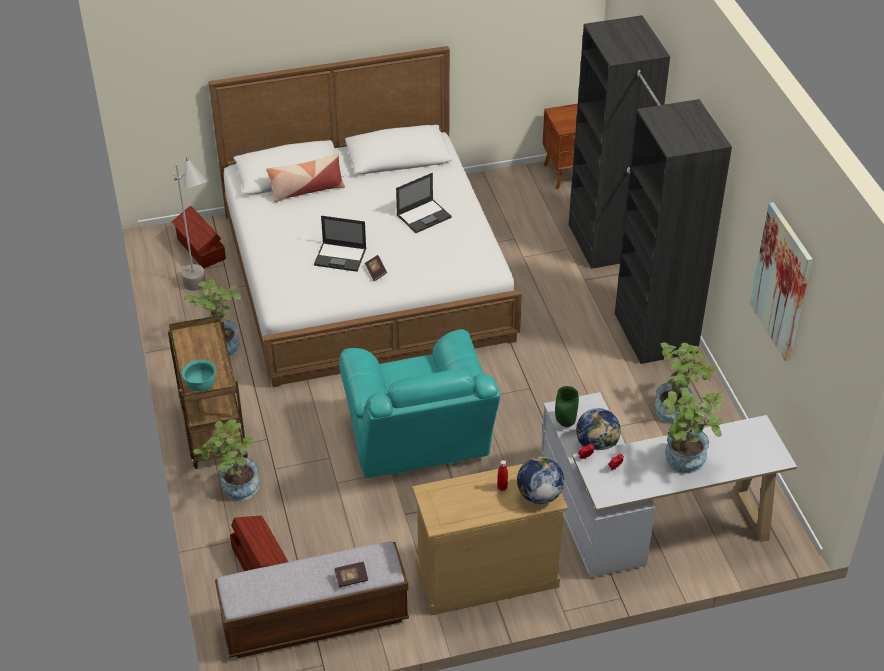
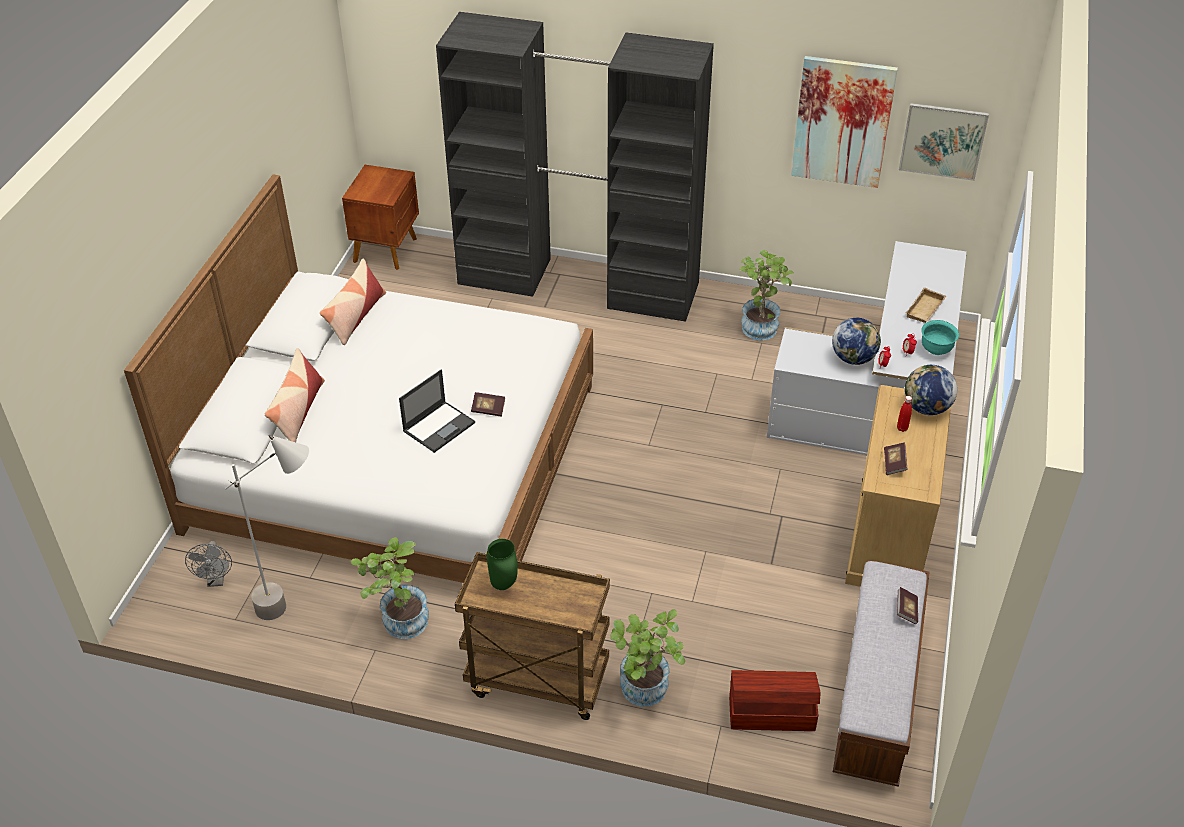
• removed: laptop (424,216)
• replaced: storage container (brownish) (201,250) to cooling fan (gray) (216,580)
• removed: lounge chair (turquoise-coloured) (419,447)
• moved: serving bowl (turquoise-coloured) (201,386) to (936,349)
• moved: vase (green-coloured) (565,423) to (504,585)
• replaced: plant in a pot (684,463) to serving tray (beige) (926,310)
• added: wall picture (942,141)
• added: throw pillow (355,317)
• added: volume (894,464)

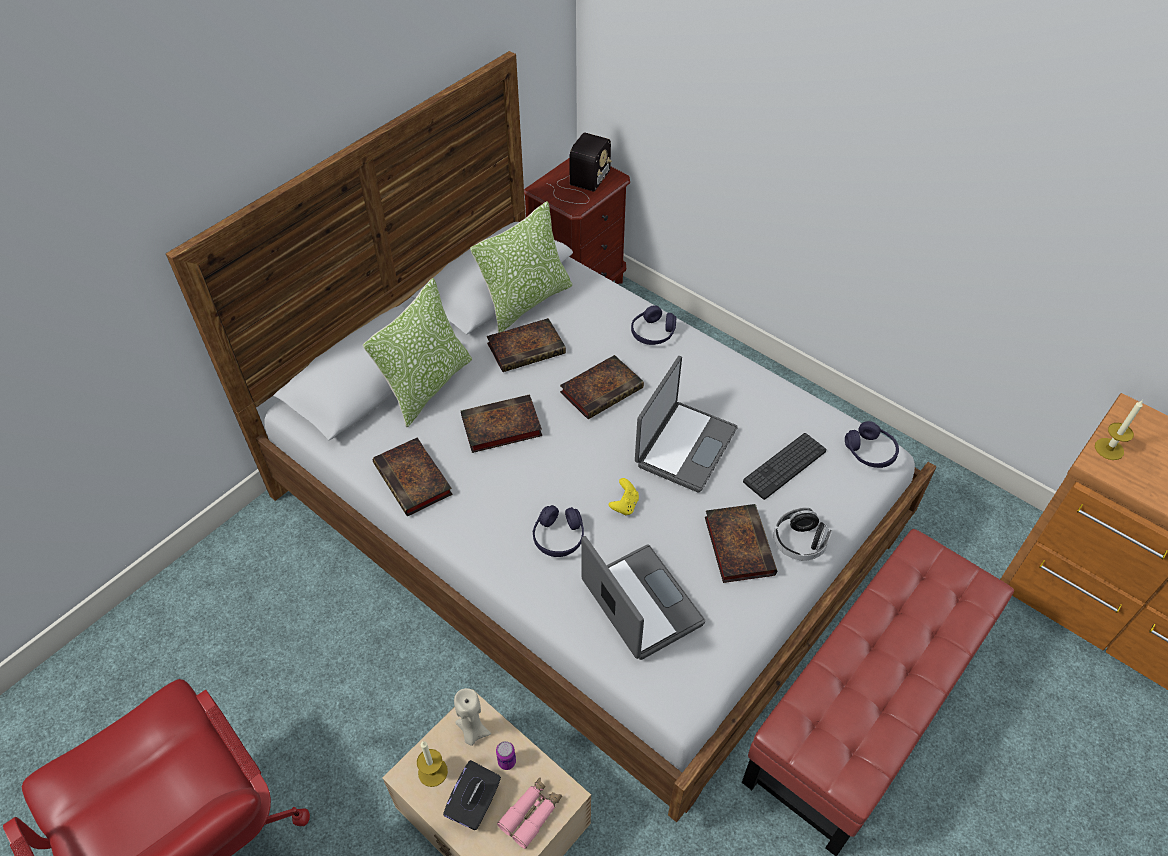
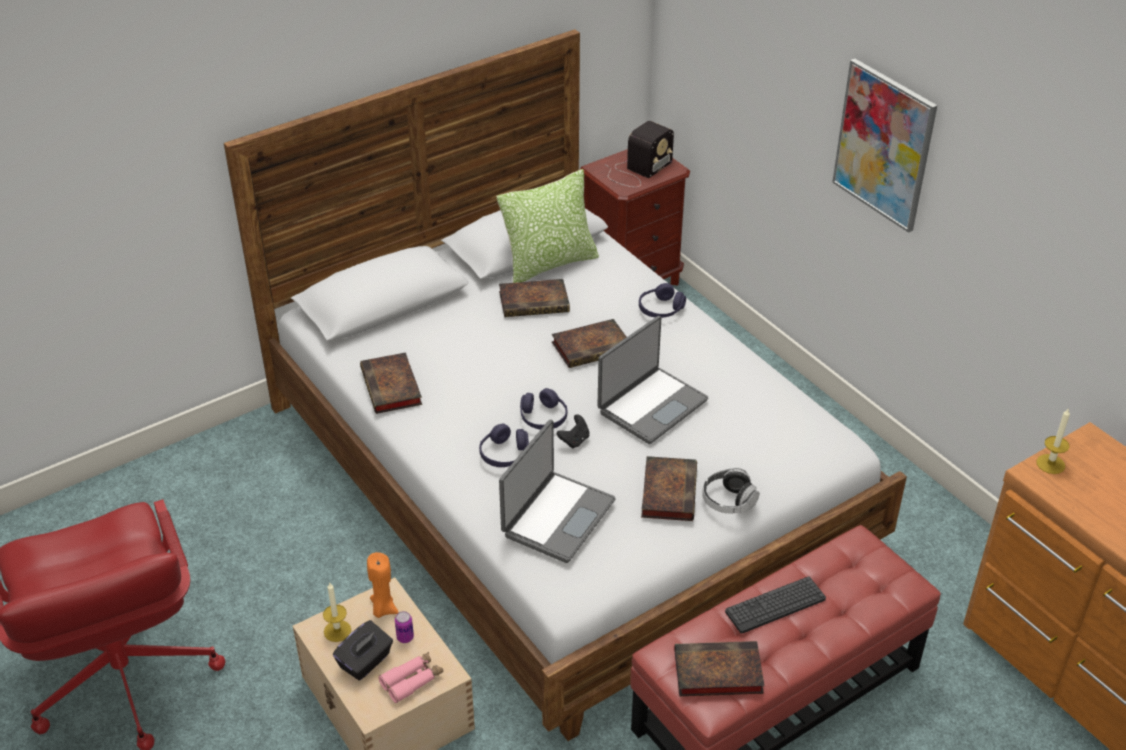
• removed: throw pillow (427,386)
• moved: volume (499,428) to (715,673)
• moved: headphones (purple-coloured) (870,452) to (543,418)
• moved: keyboard (784,466) to (775,605)
• recoloured: game controller (yellow-coloured) (624,505) to game controller (black) (574,440)
• turned: laptop (640,603) = (557,517) 45 degrees clockwise
• recoloured: wax light (beige) (472,732) to wax light (orange-coloured) (383,609)
• added: wall picture (884,145)

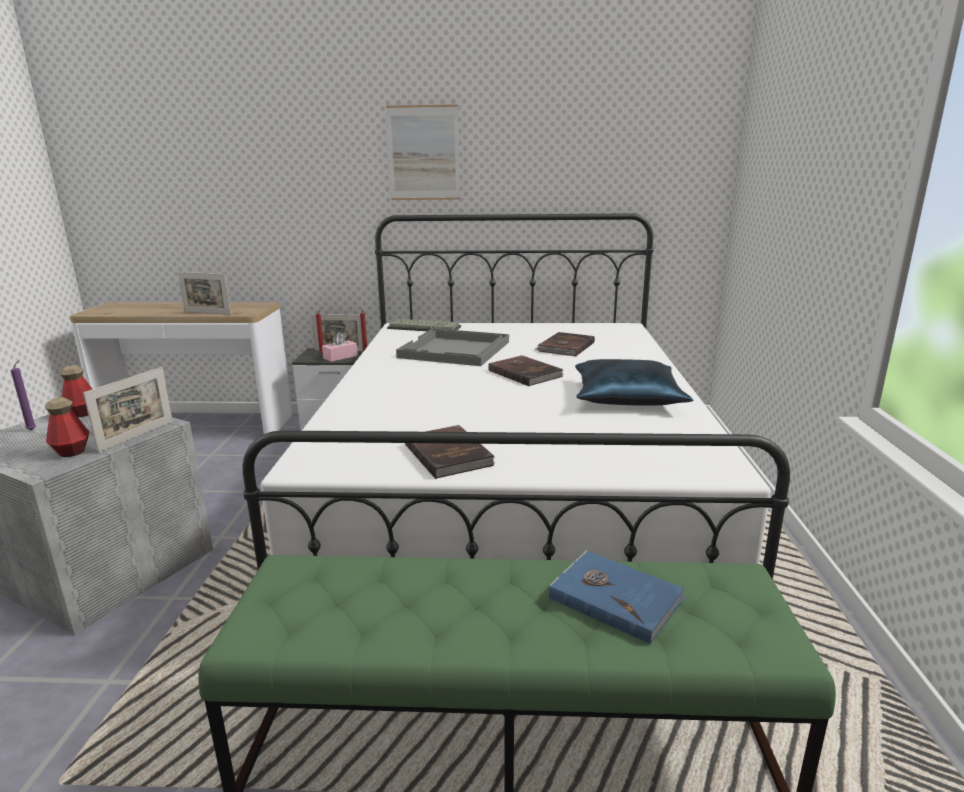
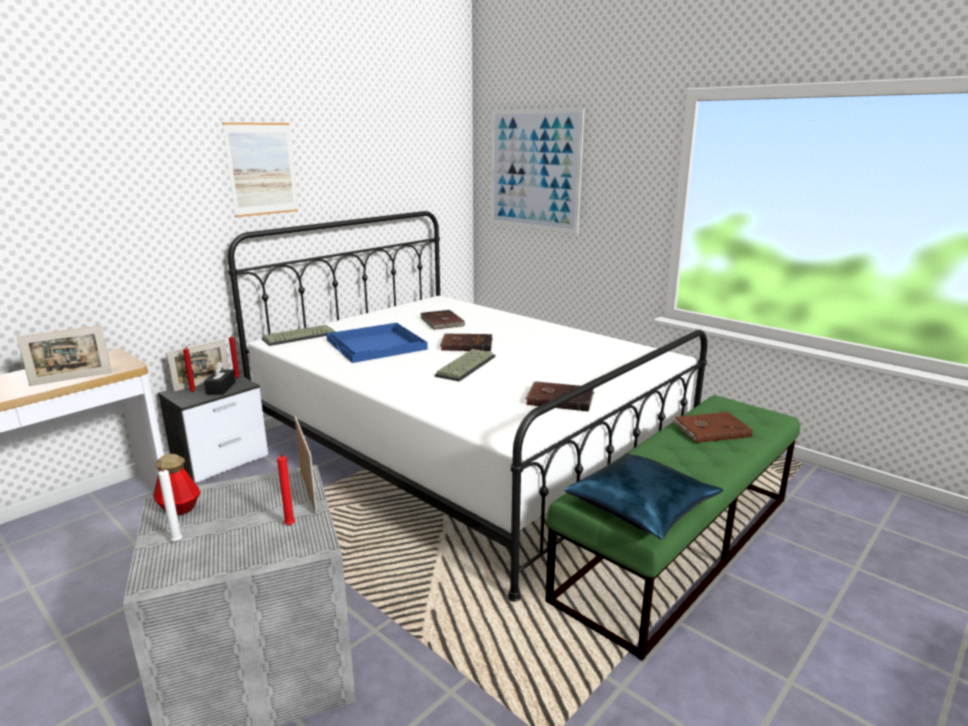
• recoloured: serving tray (gray) (455,350) to serving tray (bluish) (377,345)
• recoloured: tissue box (pinkish) (340,357) to tissue box (black) (221,388)
• moved: throw pillow (bluish) (627,397) to (641,506)
• recoloured: wax light (purple-coloured) (33,429) to wax light (white-coloured) (177,540)
• replaced: bottle (71,451) to wax light (red-coloured) (289,526)
• recoloured: volume (bluish) (615,597) to volume (brownish) (710,429)
• added: wall picture (534,170)
• added: keyboard (465,365)

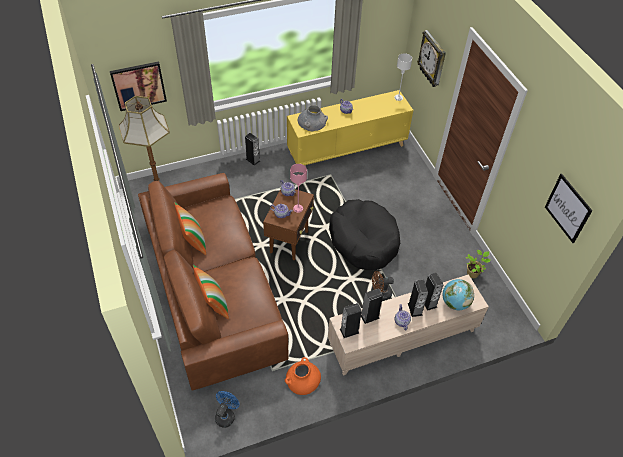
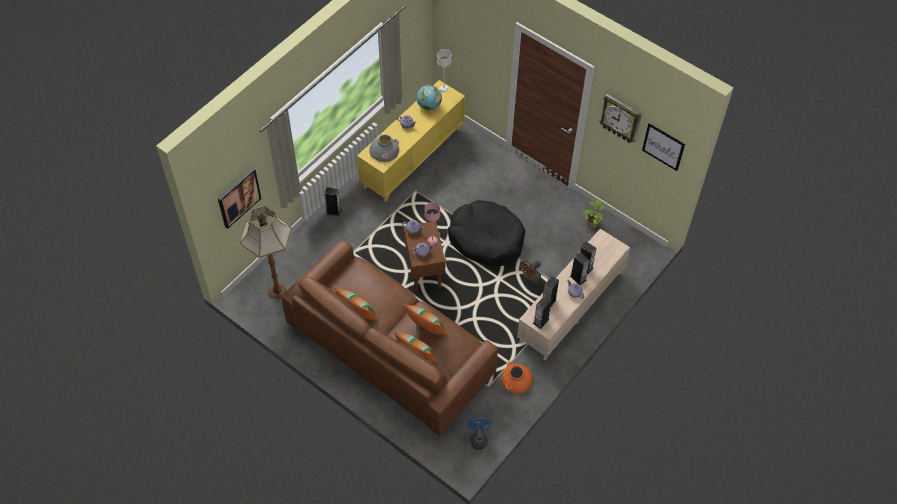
• moved: hanging clock (432,59) to (621,118)
• moved: globe (454,303) to (428,106)
• added: throw pillow (426,329)

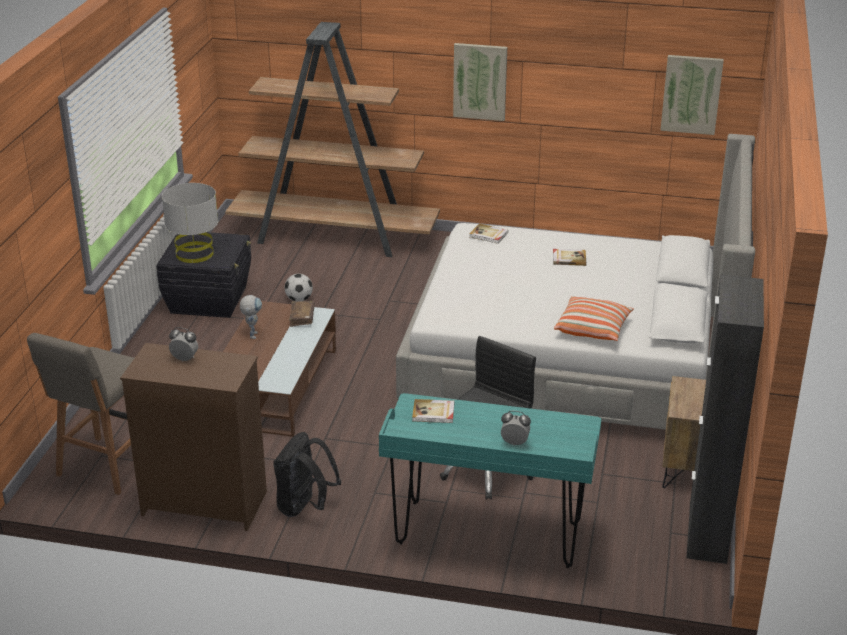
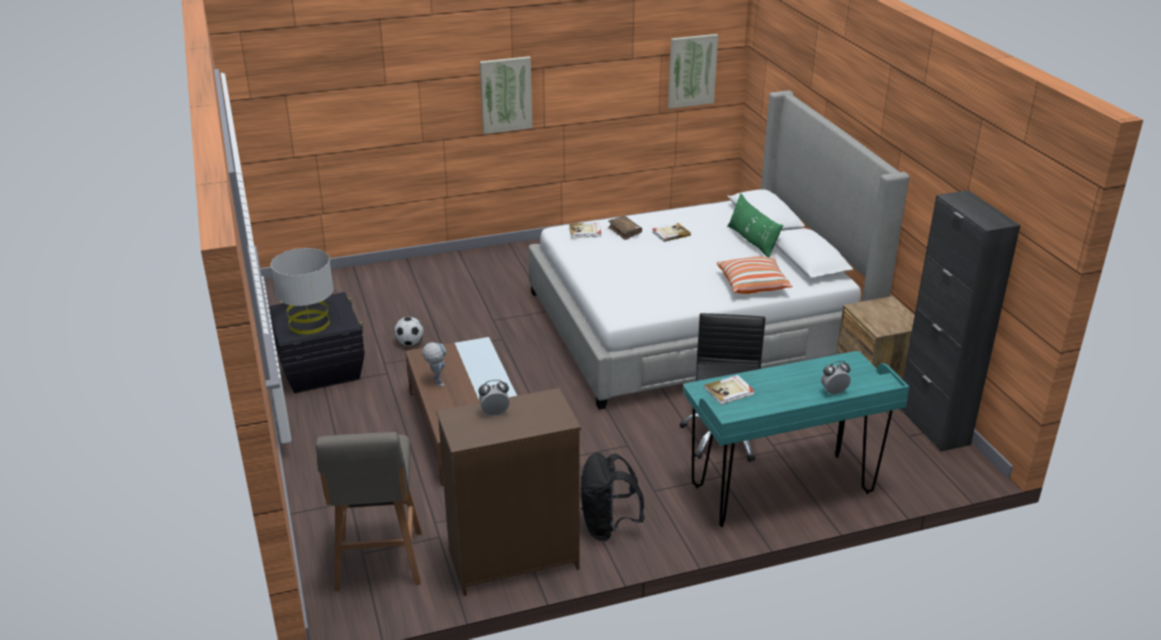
• removed: shelving unit (brownish) (334,236)
• moved: volume (brownish) (302,317) to (624,231)
• added: throw pillow (green-coloured) (752,241)

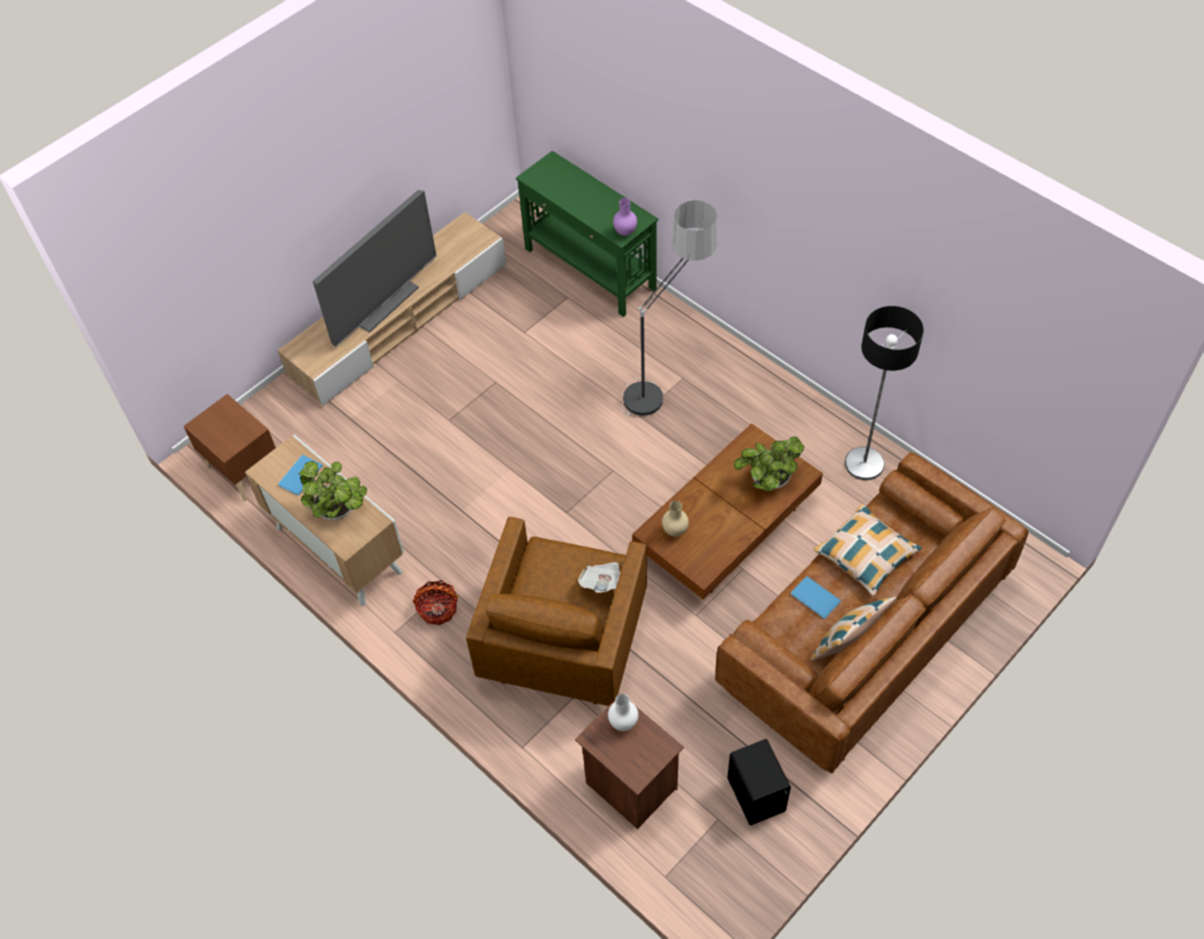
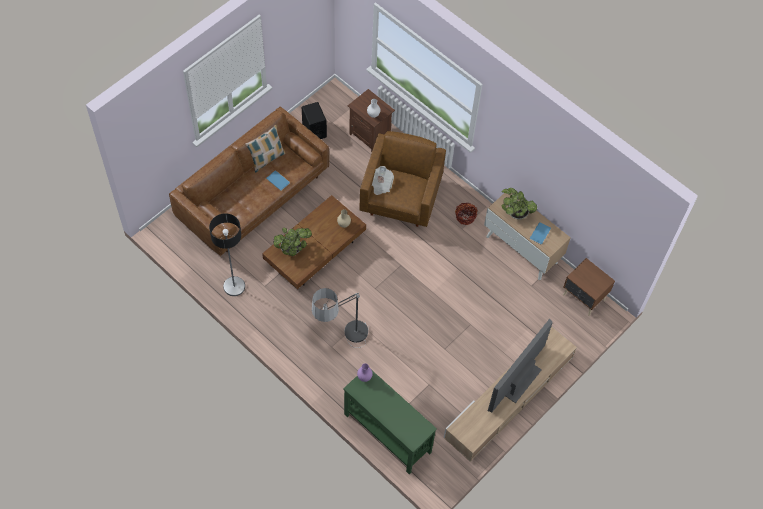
• removed: throw pillow (866,554)

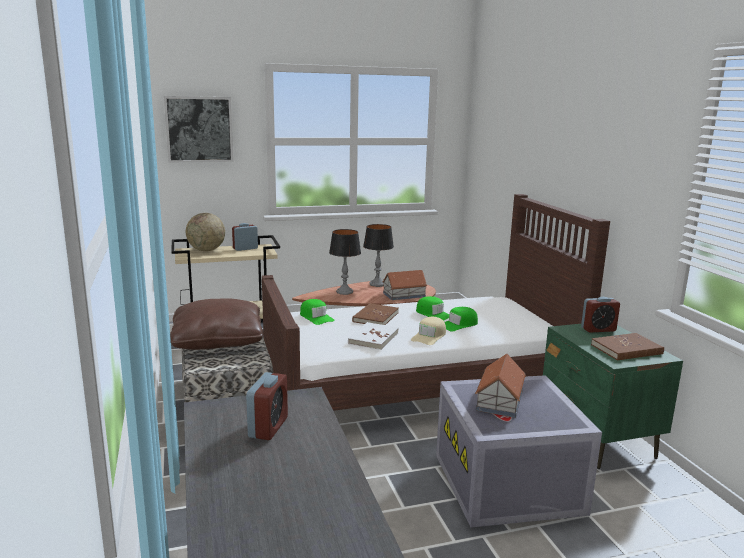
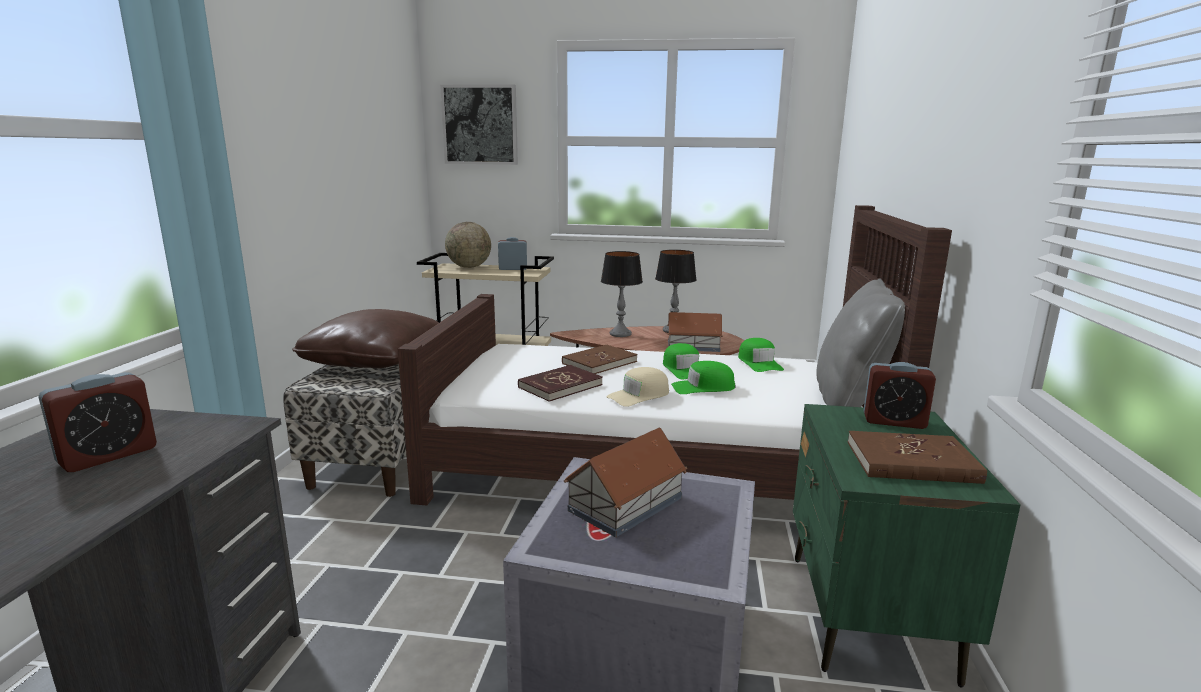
• moved: peaked cap (green-coloured) (316,317) to (759,363)
• recoloured: volume (white-coloured) (373,338) to volume (red-coloured) (560,386)
• added: throw pillow (gray) (851,402)

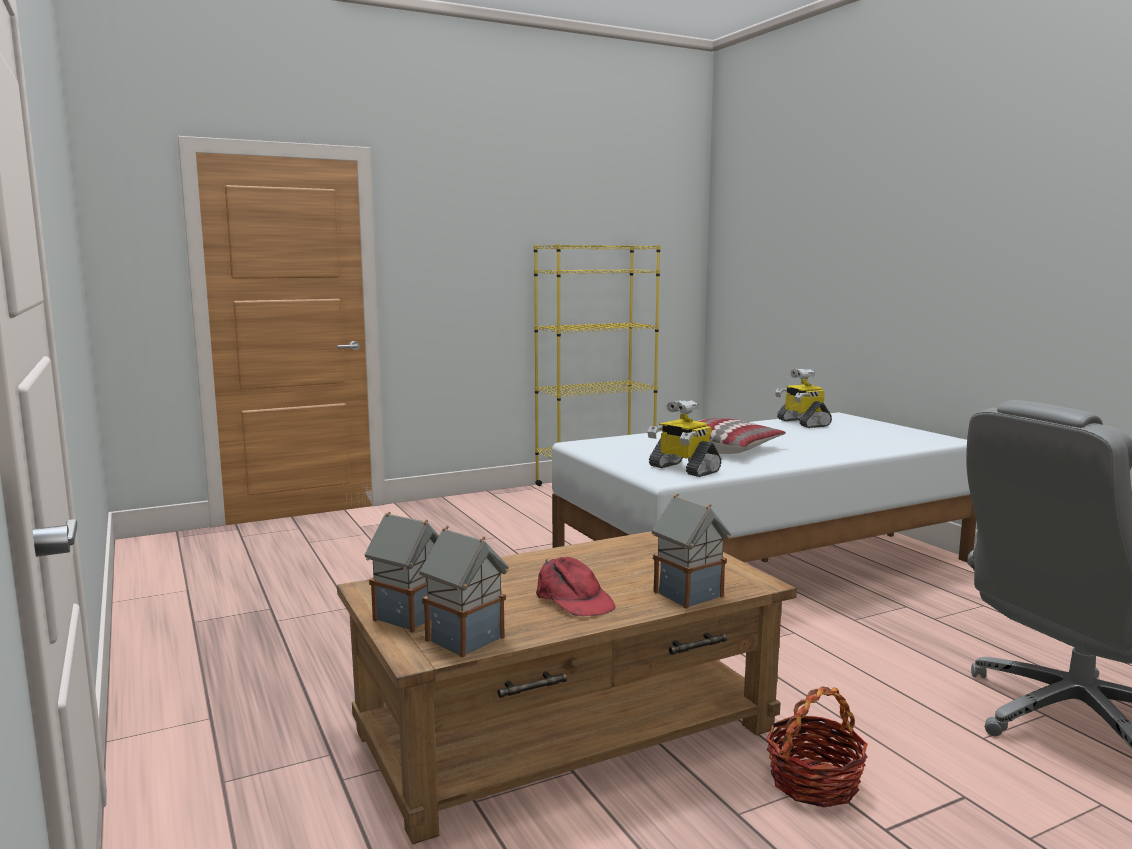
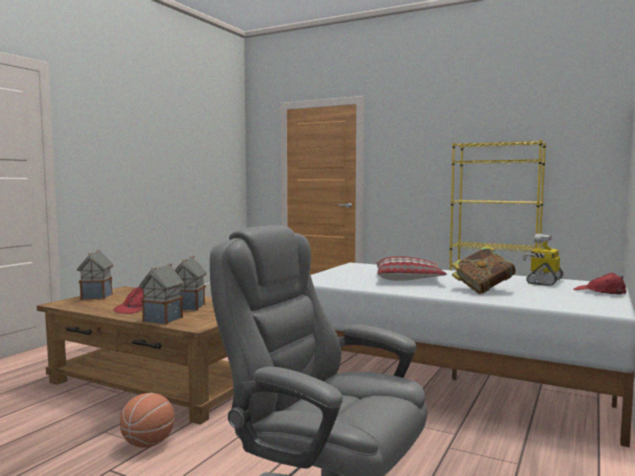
• removed: robot figure (683,469)
• moved: miniature house (466,639) to (189,307)
• replaced: storage basket (814,782) to basketball ball (148,444)
• added: volume (483,290)
• added: peaked cap (red-coloured) (599,291)

